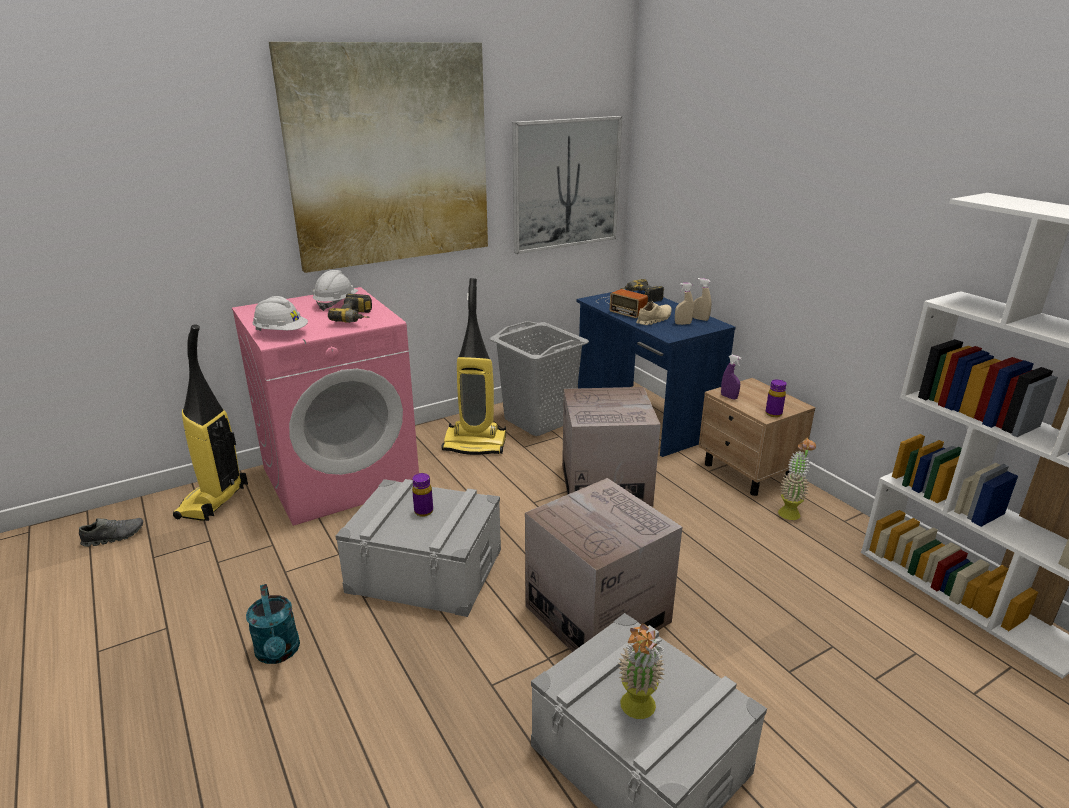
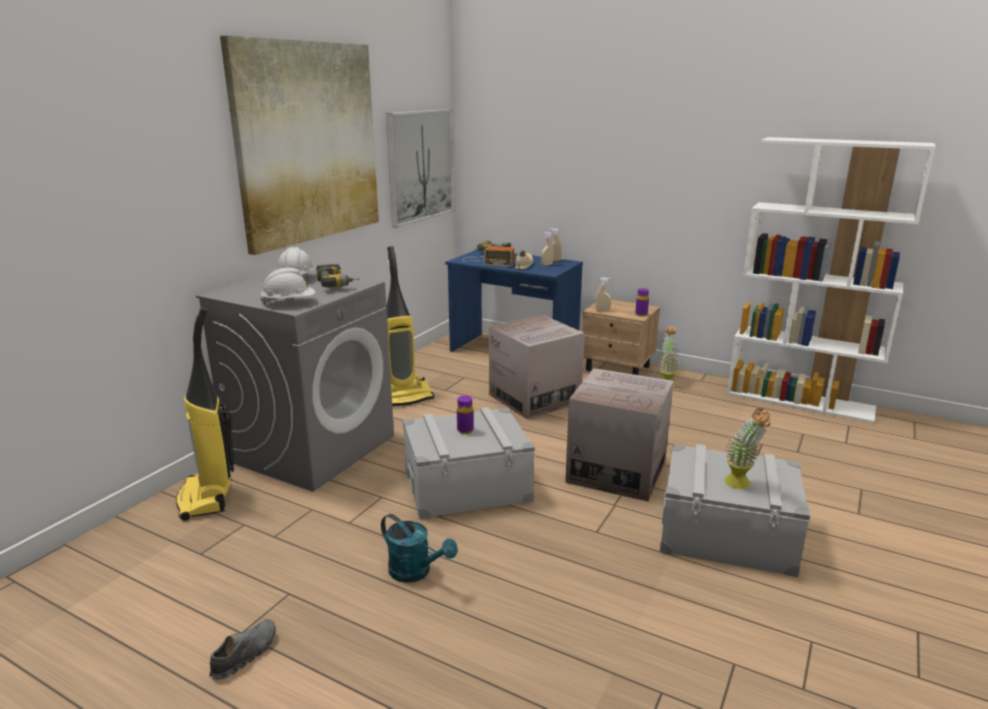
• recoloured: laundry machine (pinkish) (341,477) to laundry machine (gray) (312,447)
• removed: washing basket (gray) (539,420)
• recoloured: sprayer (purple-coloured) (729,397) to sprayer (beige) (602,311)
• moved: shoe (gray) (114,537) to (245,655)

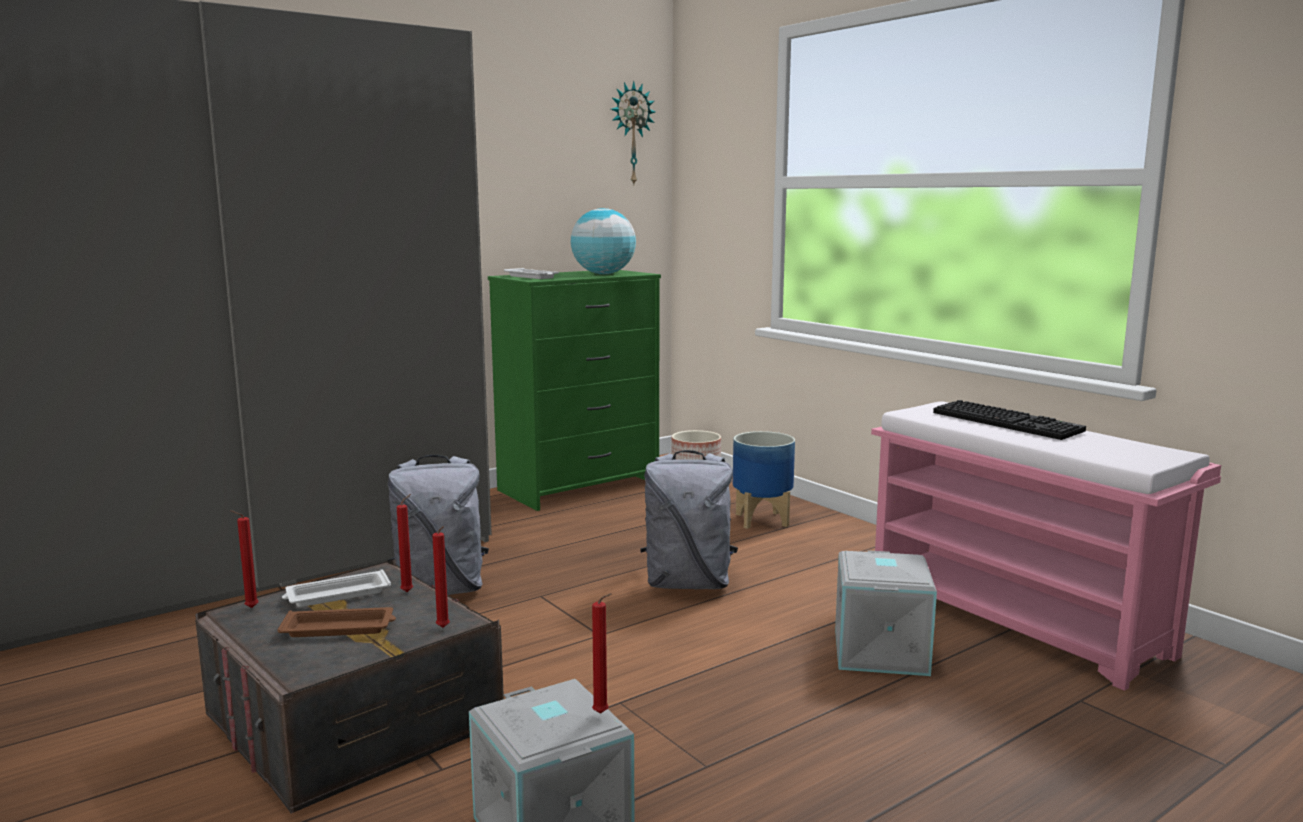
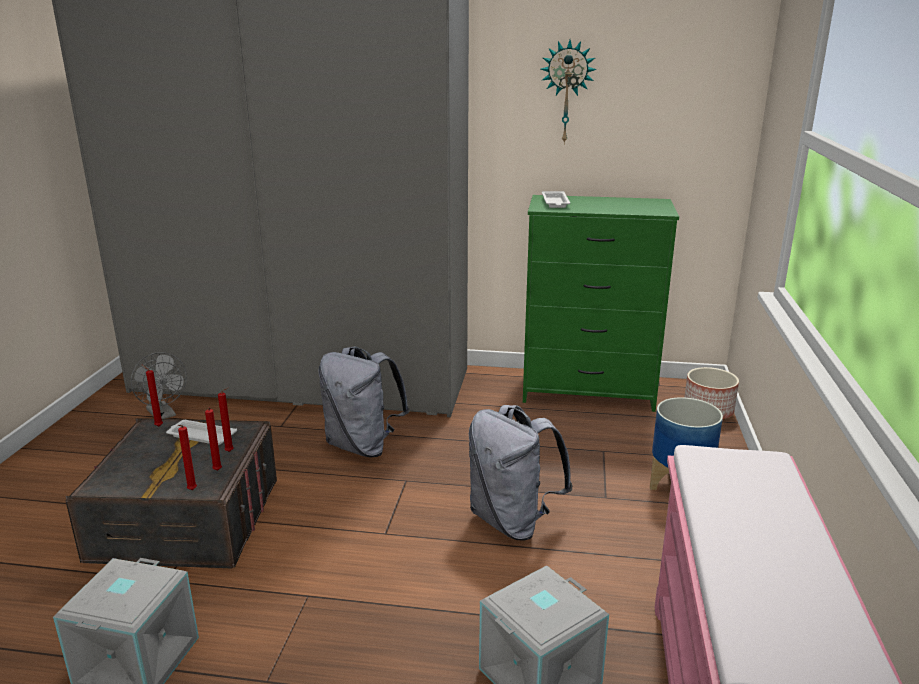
• moved: hanging clock (631,134) to (567,92)
• removed: globe (603,274)
• removed: keyboard (1008,422)
• moved: wax light (red-coloured) (602,714) to (217,471)
• removed: serving tray (brownish) (340,628)
• added: cooling fan (gray) (164,415)

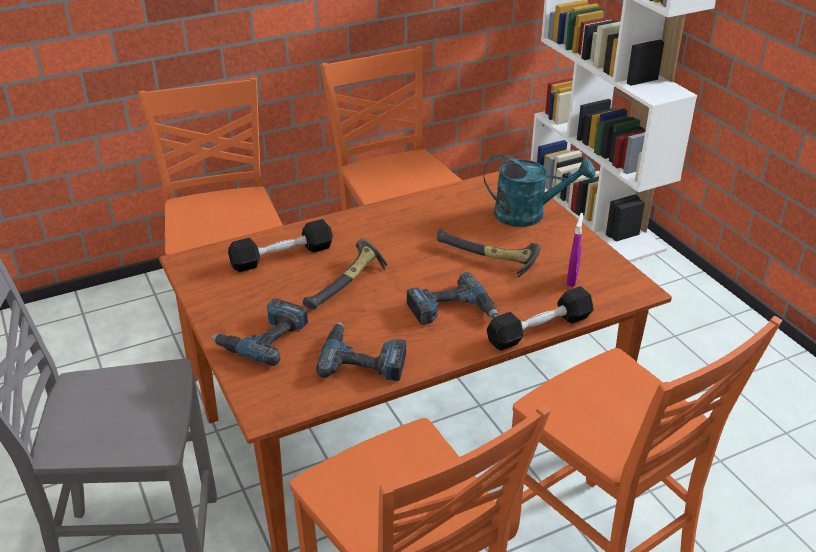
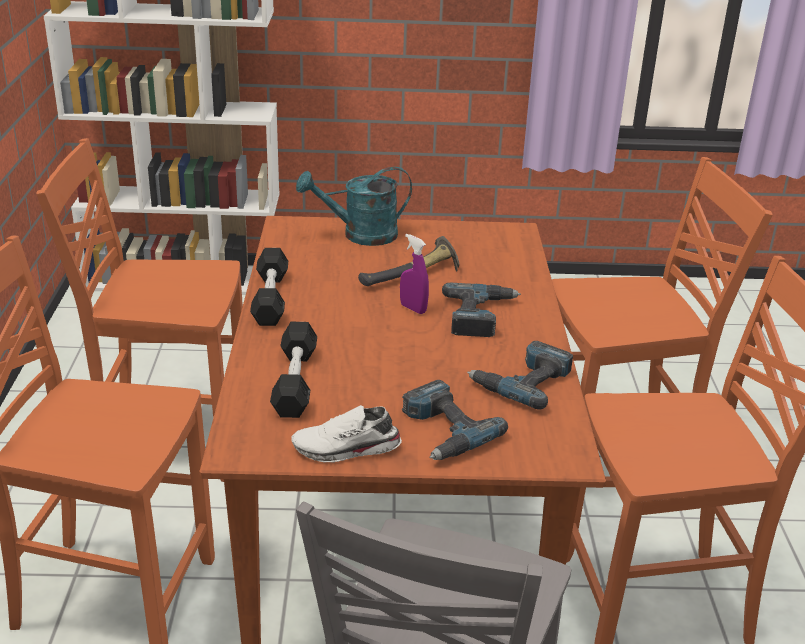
• turned: watering can (turquoise-coloured) (529,214) = (360,235) 135 degrees counterclockwise
• moved: sprayer (purple-coloured) (572,279) to (413,309)
• removed: hammer (348,284)
• moved: hand weight (black) (539,329) to (270,298)
• added: shoe (white-coloured) (346,450)

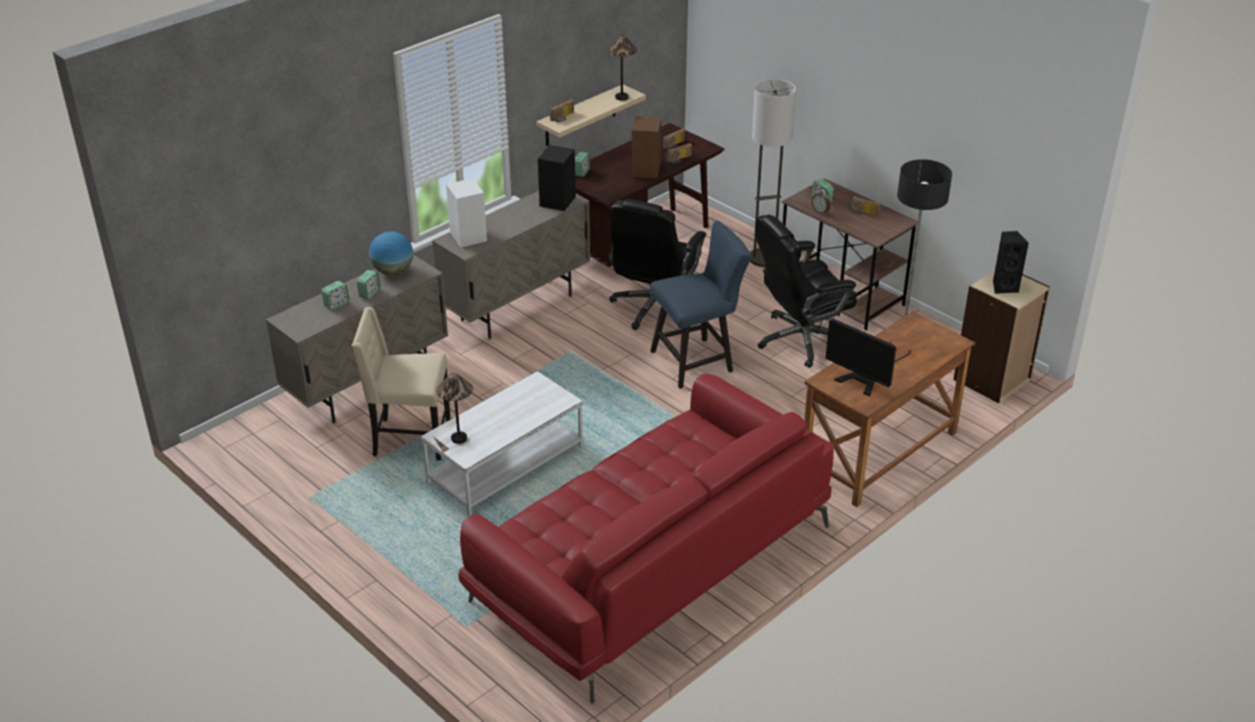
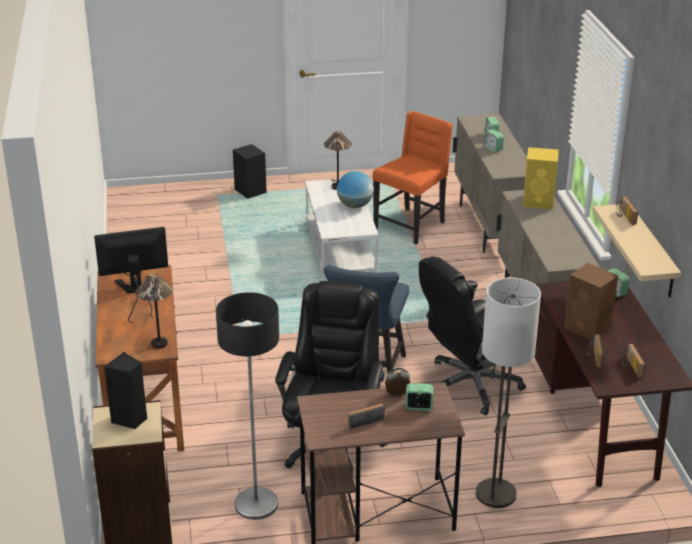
• moved: table lamp (621,97) to (159,343)
• moved: speaker (black) (558,201) to (251,191)
• recoloured: speaker (white-coloured) (468,236) to speaker (yellow-coloured) (539,202)
• turned: desk chair (black) (655,308) = (470,385) 90 degrees counterclockwise
• moved: globe (393,271) to (355,205)
• recoloured: chair (beige) (409,438) to chair (orange-coloured) (411,225)
• removed: sofa (red-coloured) (650,564)

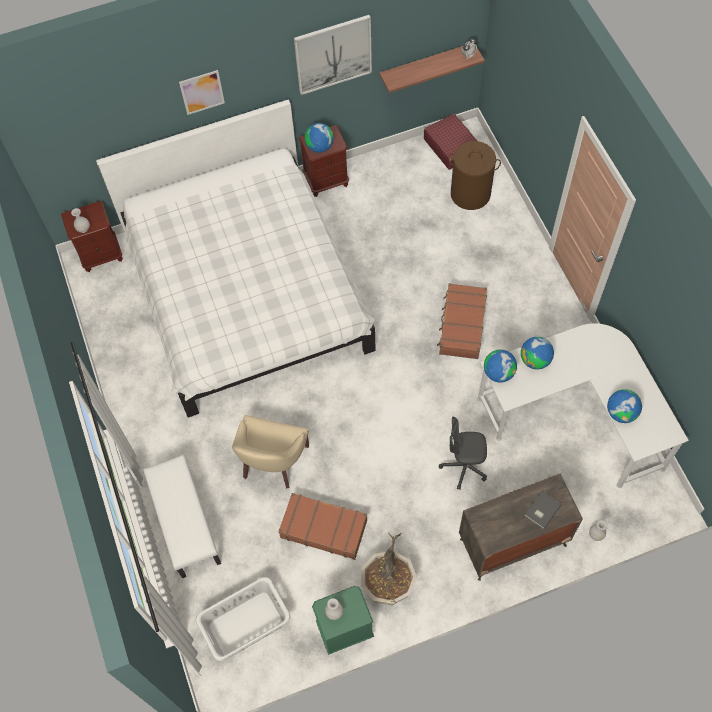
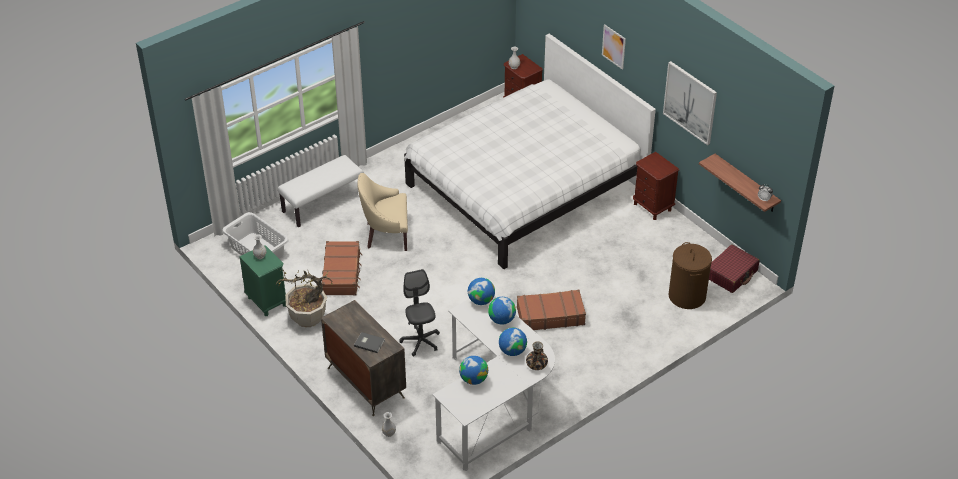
• moved: globe (319,147) to (512,351)
• added: vase (537,364)

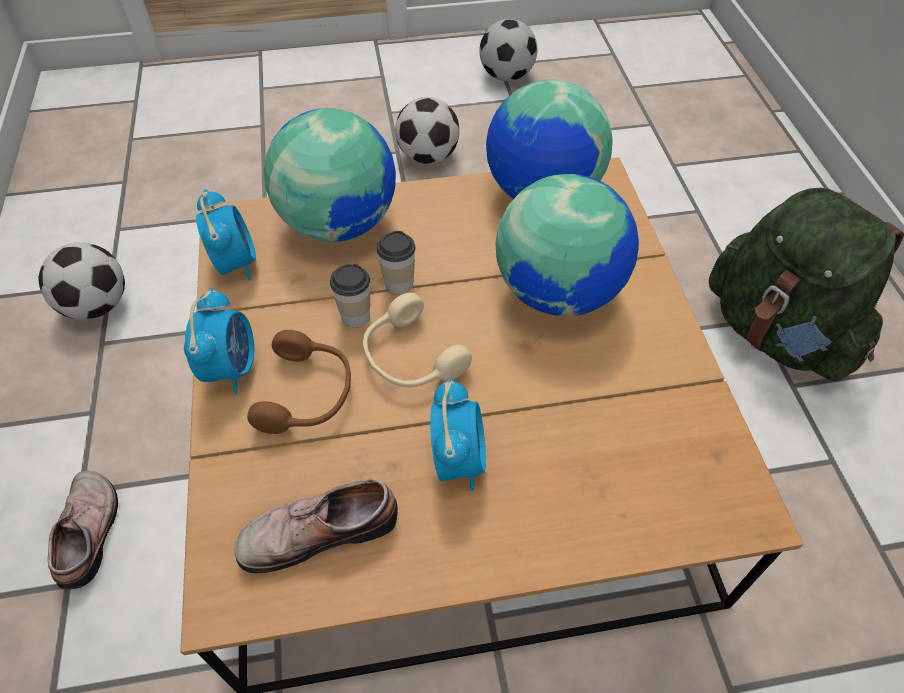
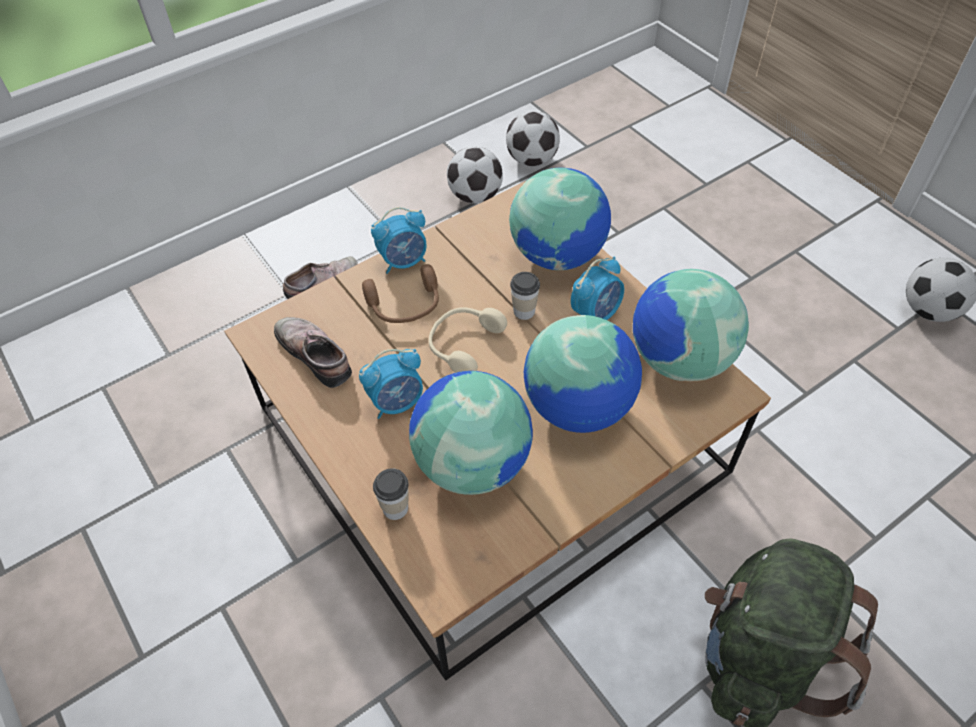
• moved: football ball (428,156) to (532,160)
• moved: table clock (235,263) to (596,313)
• moved: drinking cup (355,316) to (395,508)
• added: globe (472,462)

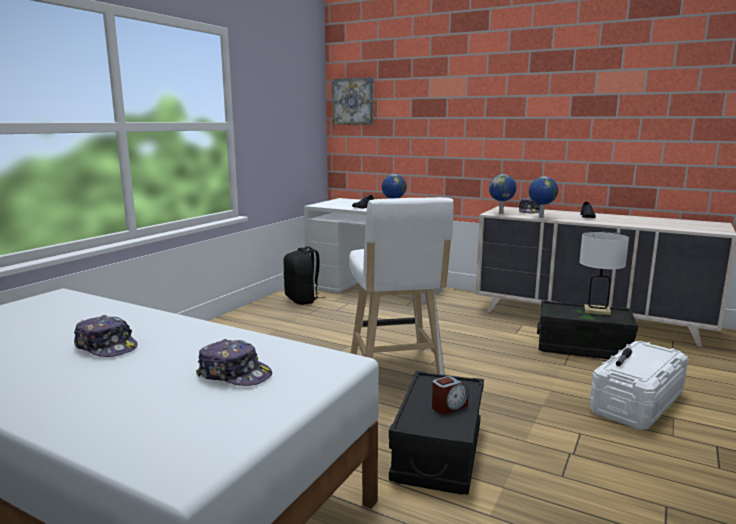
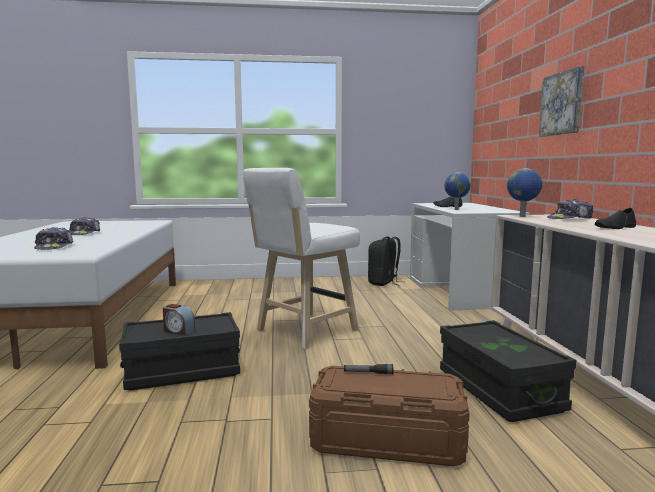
• moved: wall picture (353,101) to (562,103)
• removed: globe (540,217)
• removed: table lamp (white-coloured) (597,310)
• recoloured: storage container (white-coloured) (637,402) to storage container (brownish) (387,440)

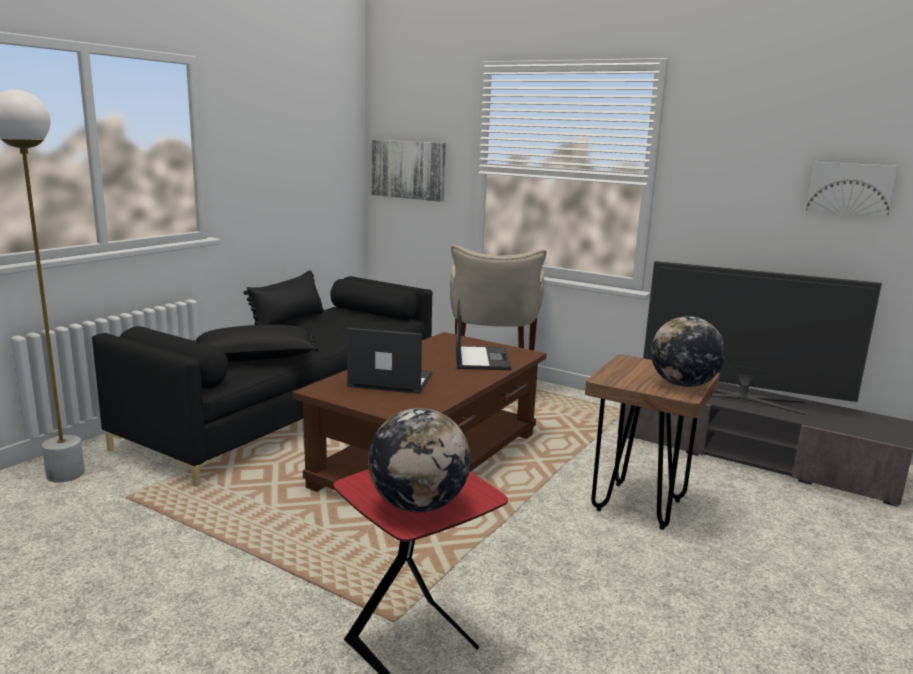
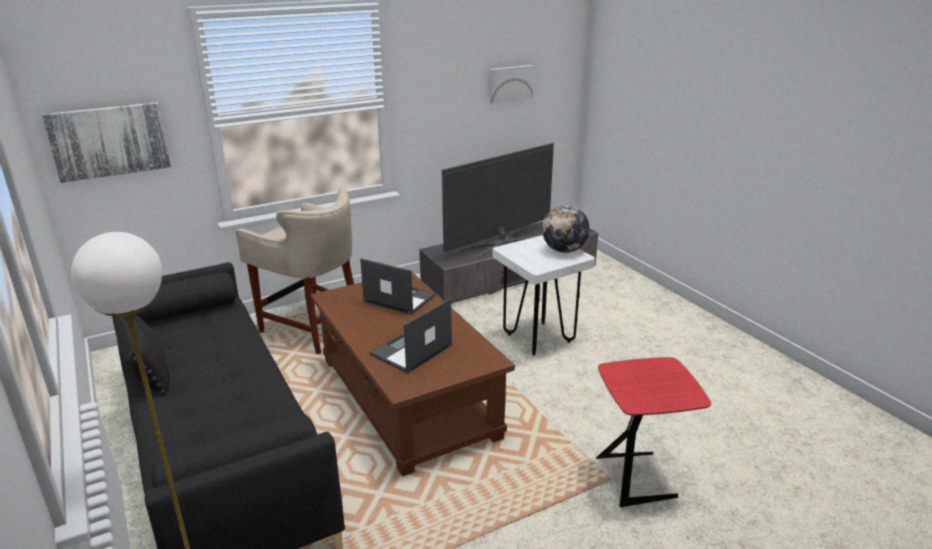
• removed: throw pillow (black) (255,360)
• recoloured: sitting stool (brownish) (639,505) to sitting stool (white-coloured) (538,338)
• removed: globe (418,505)

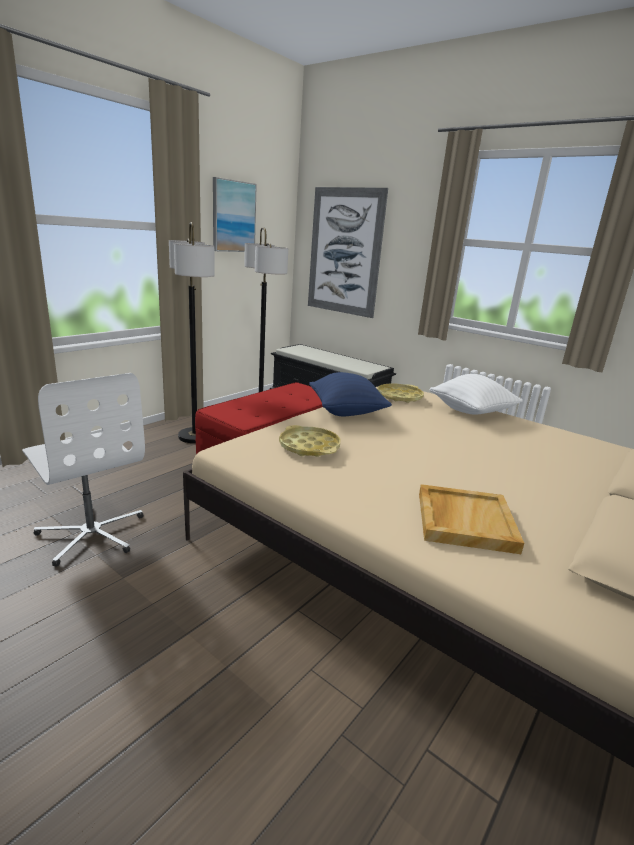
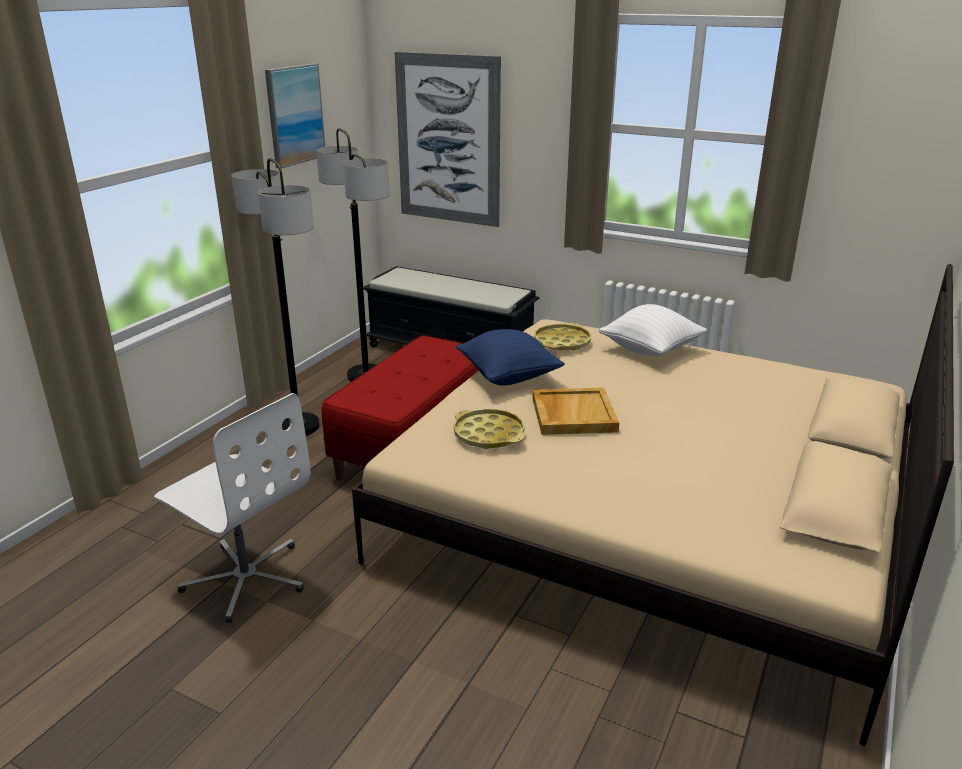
• moved: serving tray (beige) (464,520) to (572,414)

